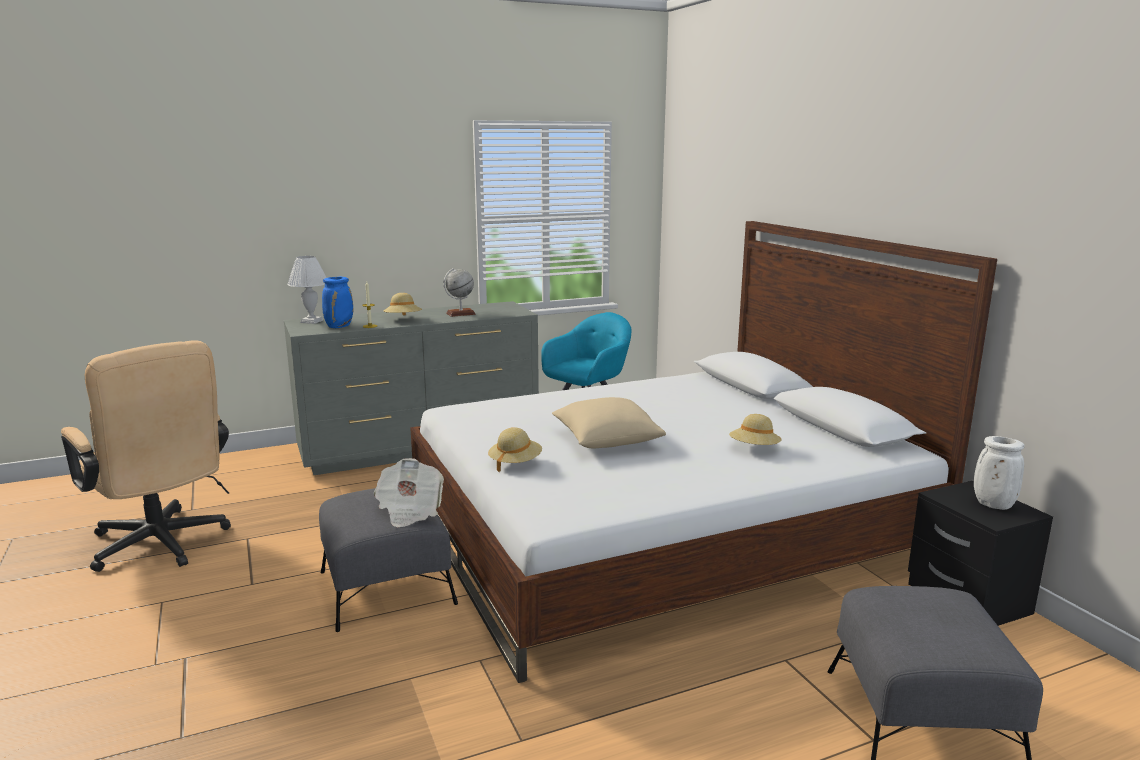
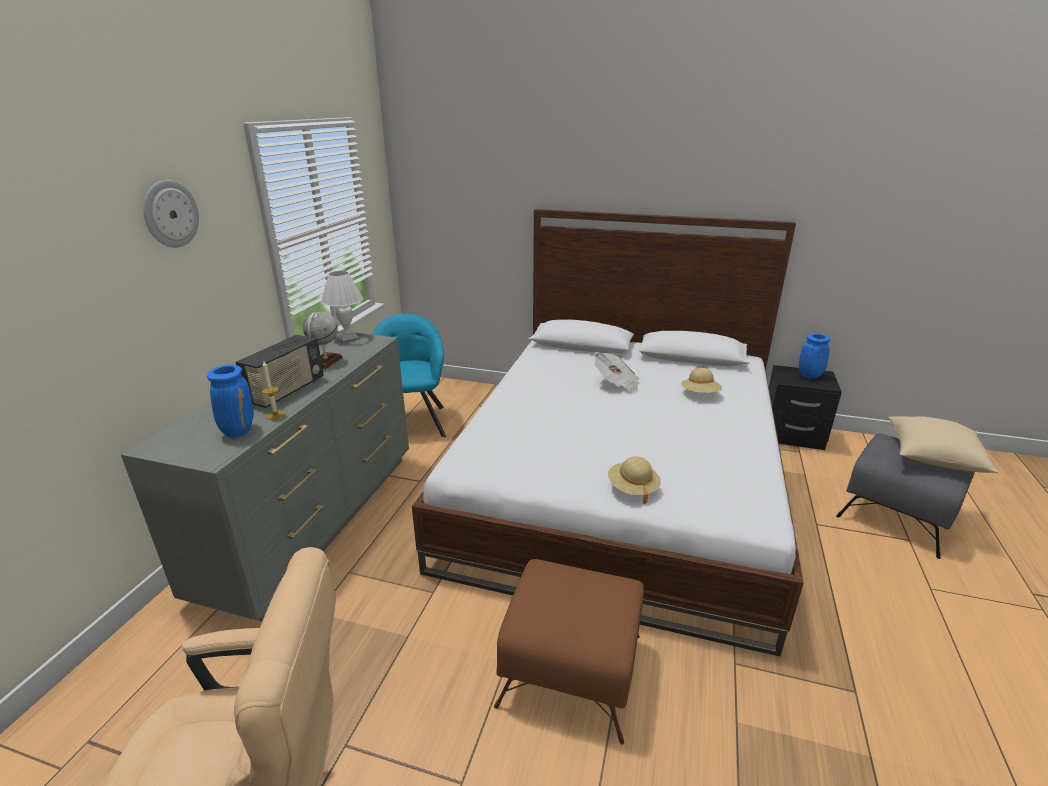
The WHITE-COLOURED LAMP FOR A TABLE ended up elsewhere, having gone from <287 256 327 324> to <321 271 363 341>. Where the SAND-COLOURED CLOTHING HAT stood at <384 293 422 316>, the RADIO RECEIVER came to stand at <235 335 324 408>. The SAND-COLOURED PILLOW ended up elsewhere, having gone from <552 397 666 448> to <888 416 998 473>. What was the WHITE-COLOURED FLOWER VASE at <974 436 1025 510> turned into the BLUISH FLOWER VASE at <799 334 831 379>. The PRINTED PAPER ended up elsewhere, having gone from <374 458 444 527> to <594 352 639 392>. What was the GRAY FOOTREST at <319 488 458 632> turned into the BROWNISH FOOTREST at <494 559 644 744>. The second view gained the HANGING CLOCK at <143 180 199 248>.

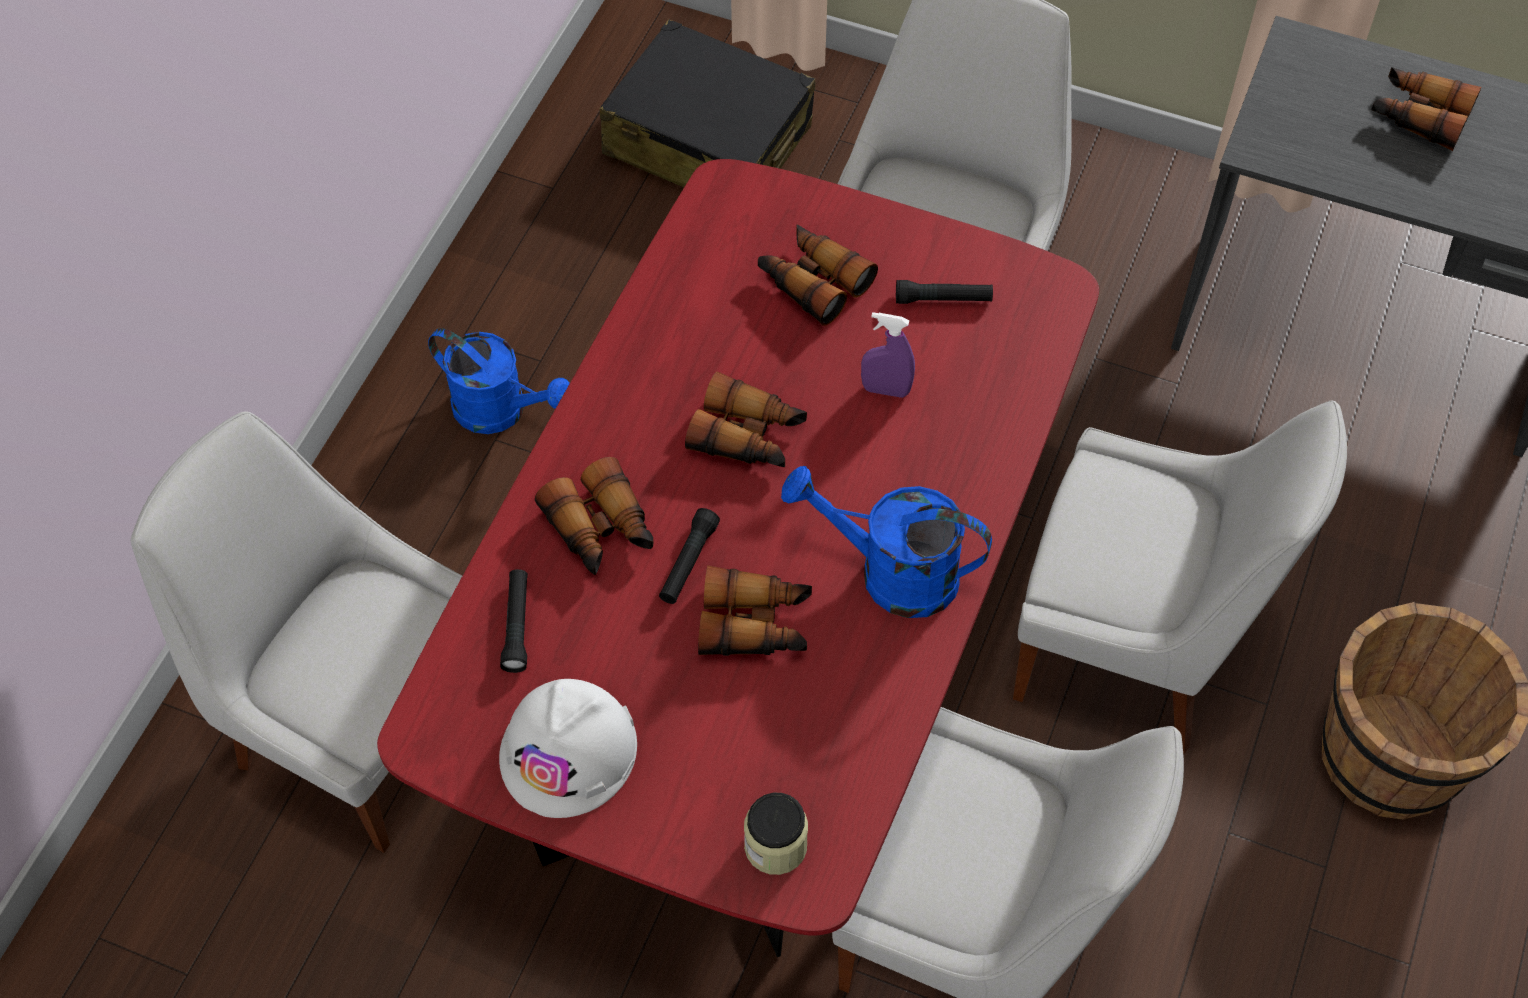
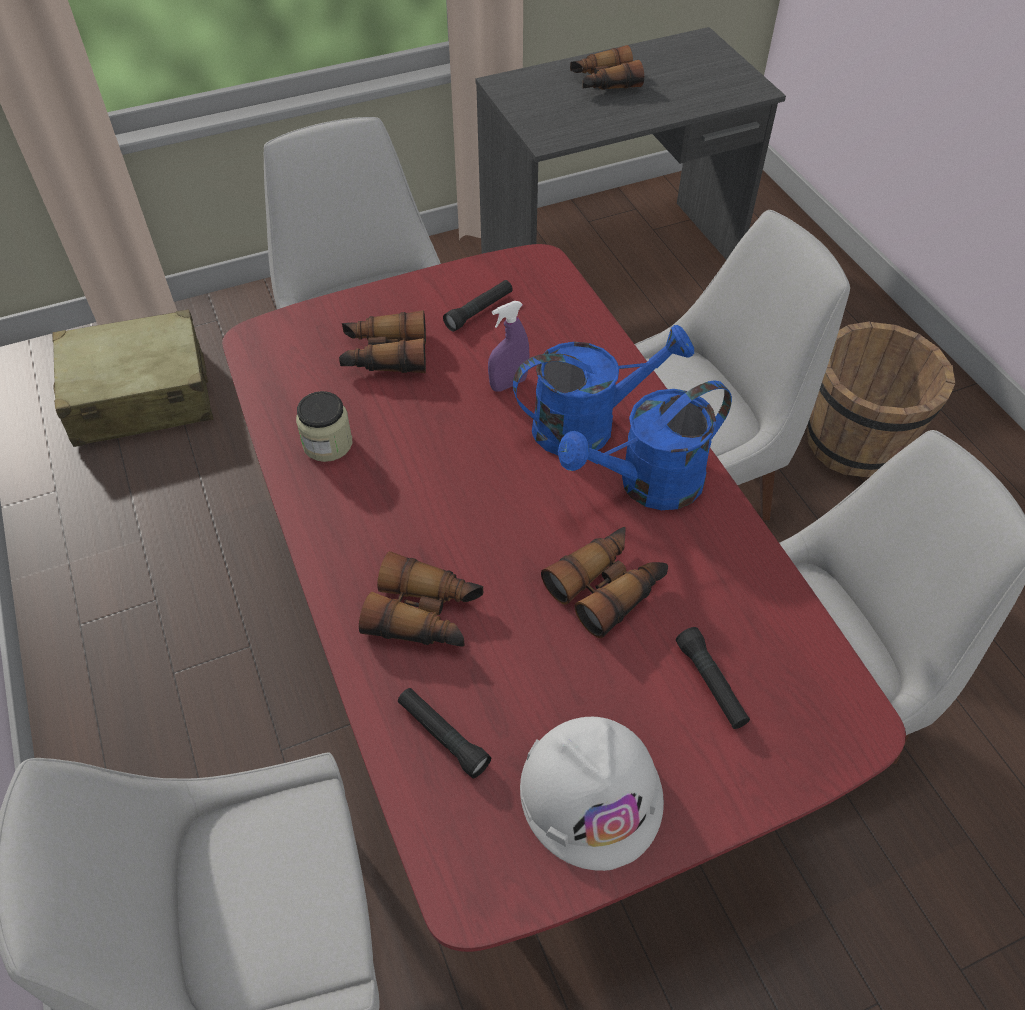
What was the BLACK-COLOURED PIECE OF LUGGAGE at <600 19 815 187> turned into the SAND-COLOURED PIECE OF LUGGAGE at <52 309 213 447>. The BLUISH WATERING CAN ended up elsewhere, having gone from <428 328 570 434> to <513 325 694 455>. The second view lost the BINOCULARS at <685 371 807 467>. The BLACK-COLOURED FLASHLIGHT ended up elsewhere, having gone from <659 508 720 604> to <676 627 750 729>. The STORAGE JAR ended up elsewhere, having gone from <744 793 808 875> to <296 391 352 462>.

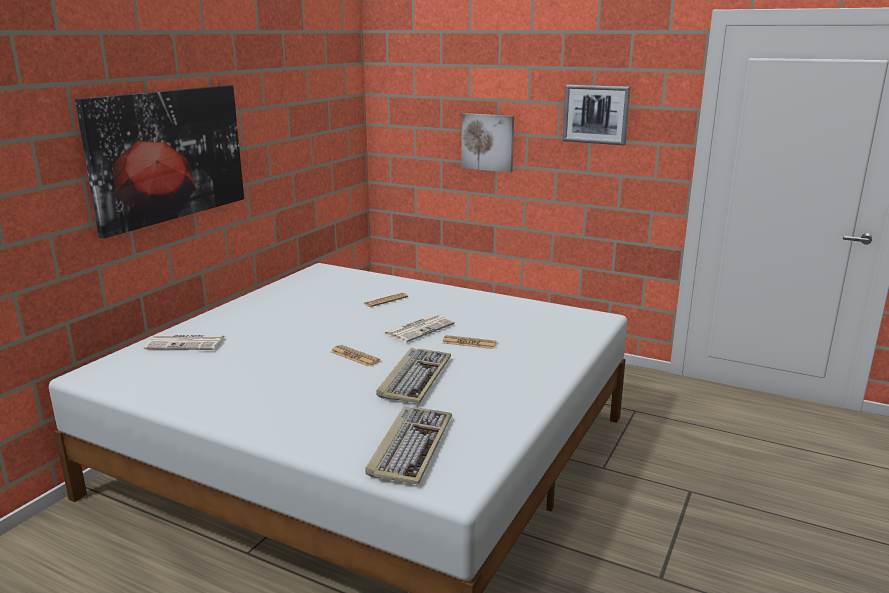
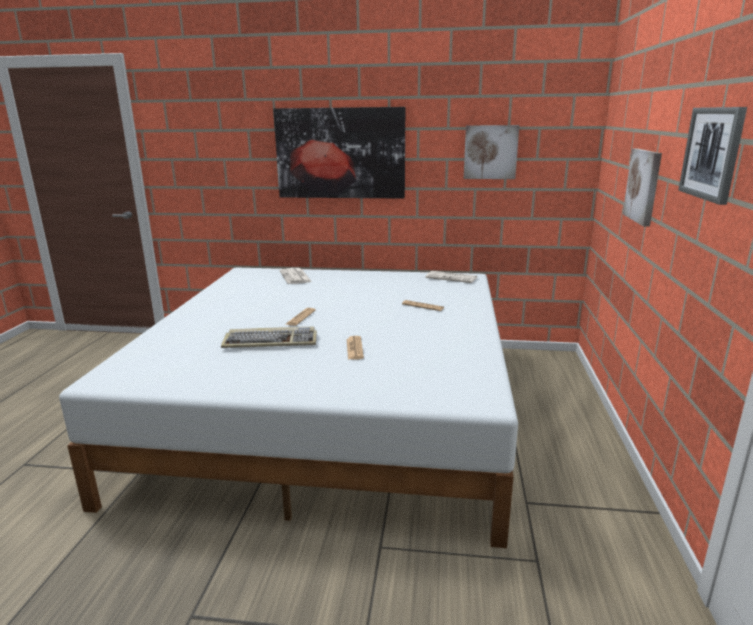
The PRINTED PAPER ended up elsewhere, having gone from <385 314 455 343> to <425 271 477 283>. The second view lost the COMPUTER KEYBOARD at <365 406 452 485>. The second view gained the PICTURE at <464 125 519 179>.

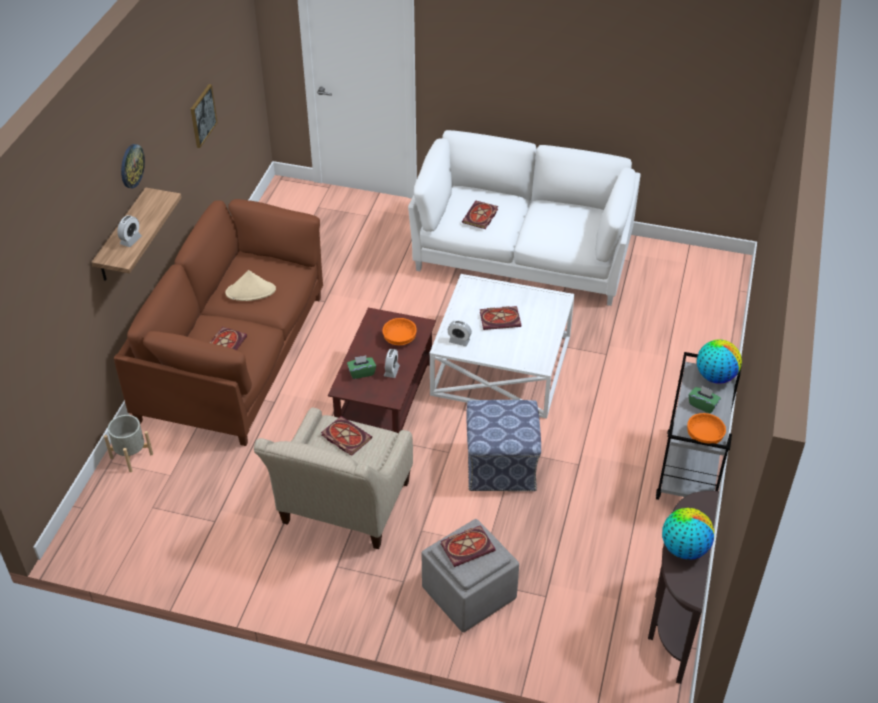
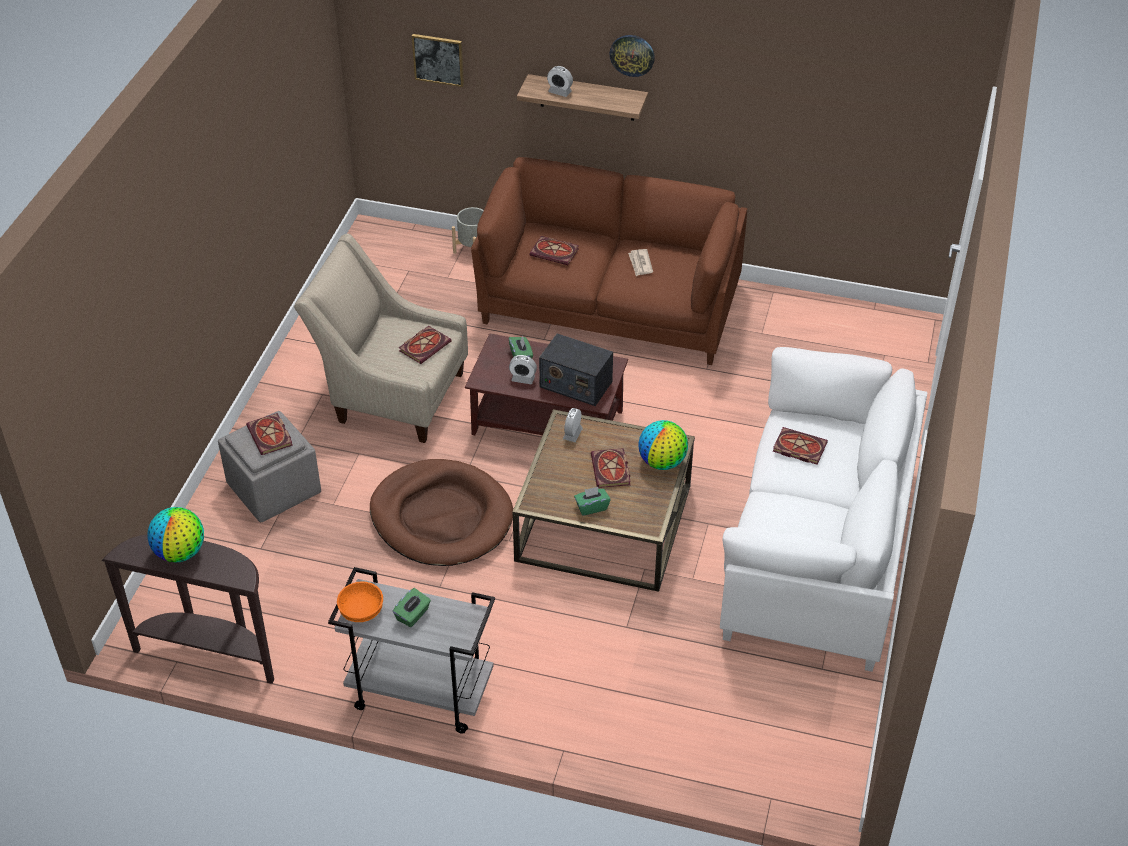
The PICTURE ended up elsewhere, having gone from <191 84 218 148> to <412 34 464 87>. Where the SAND-COLOURED CLOTHING HAT stood at <225 270 276 301>, the PRINTED PAPER came to stand at <628 249 653 276>. What was the WHITE-COLOURED LOUNGE TABLE at <429 274 575 419> turned into the BROWNISH LOUNGE TABLE at <512 409 695 592>. Where the ORANGE SERVING BOWL stood at <383 318 417 345>, the RADIO RECEIVER came to stand at <539 333 613 406>. The GLOBE ended up elsewhere, having gone from <697 339 742 384> to <639 420 688 470>. Where the FOOTREST stood at <467 400 541 491>, the BROWNISH PET BED came to stand at <370 459 513 566>. The second view gained the GREEN BOX OF TISSUES at <574 487 610 515>.

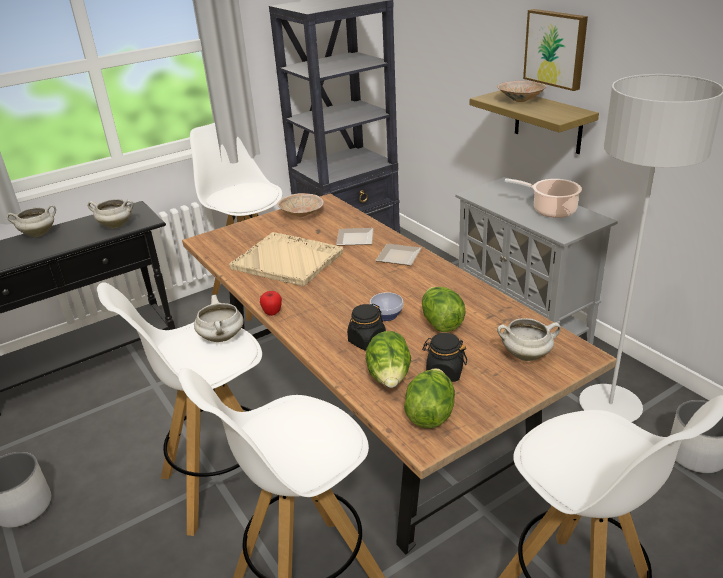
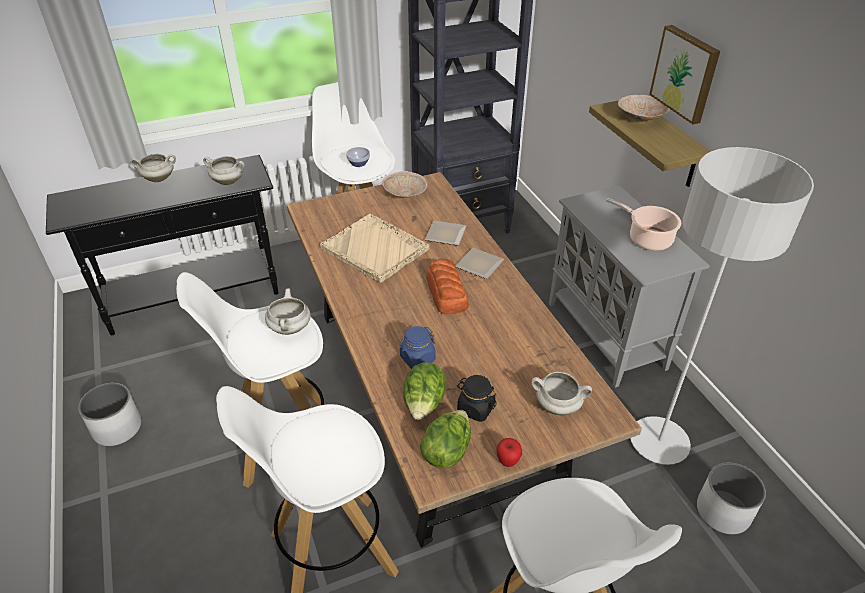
The second view lost the LETTUCE HEAD at <422 287 465 332>. The APPLE ended up elsewhere, having gone from <260 291 282 316> to <496 438 522 467>. The SERVING BOWL ended up elsewhere, having gone from <370 292 404 321> to <346 147 370 167>. What was the BLACK-COLOURED STORAGE JAR at <347 304 386 350> turned into the BLUISH STORAGE JAR at <399 326 436 369>. The second view gained the BAKED BREAD at <426 259 469 315>.

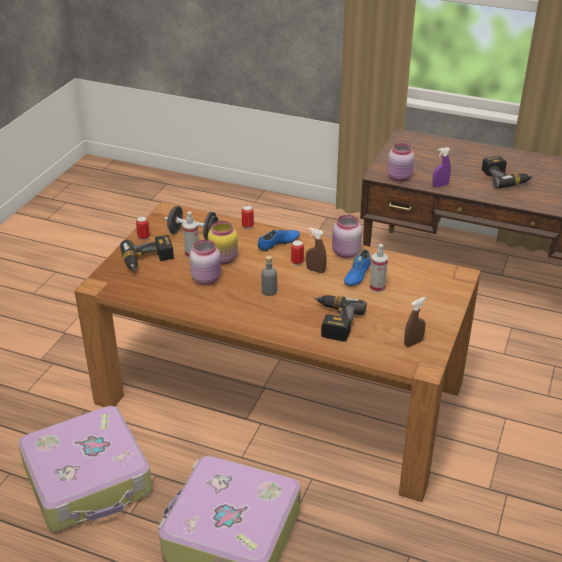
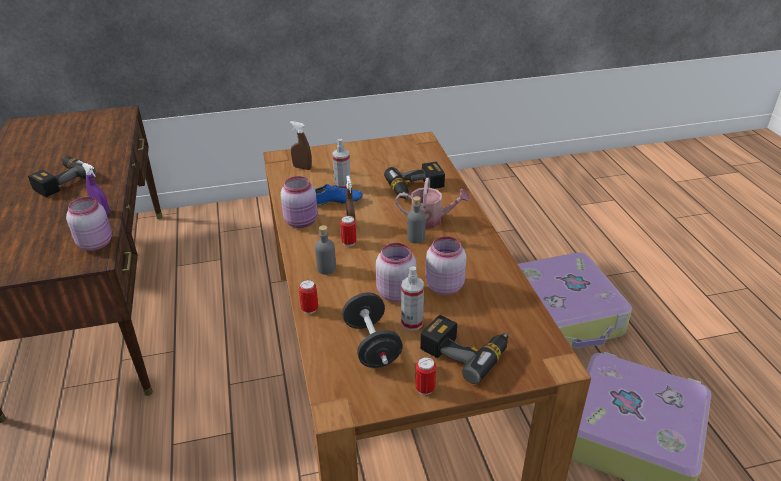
What was the YELLOW STORAGE JAR at <208 221 238 265> turned into the PINKISH STORAGE JAR at <376 243 416 302>. Where the BLUISH LOW SHOE stood at <258 230 300 252>, the GRAY BOTTLE came to stand at <315 225 336 275>. The BROWNISH SPRAY BOTTLE ended up elsewhere, having gone from <404 297 426 347> to <290 121 312 170>. The second view gained the WATERING CAN at <395 178 470 229>.

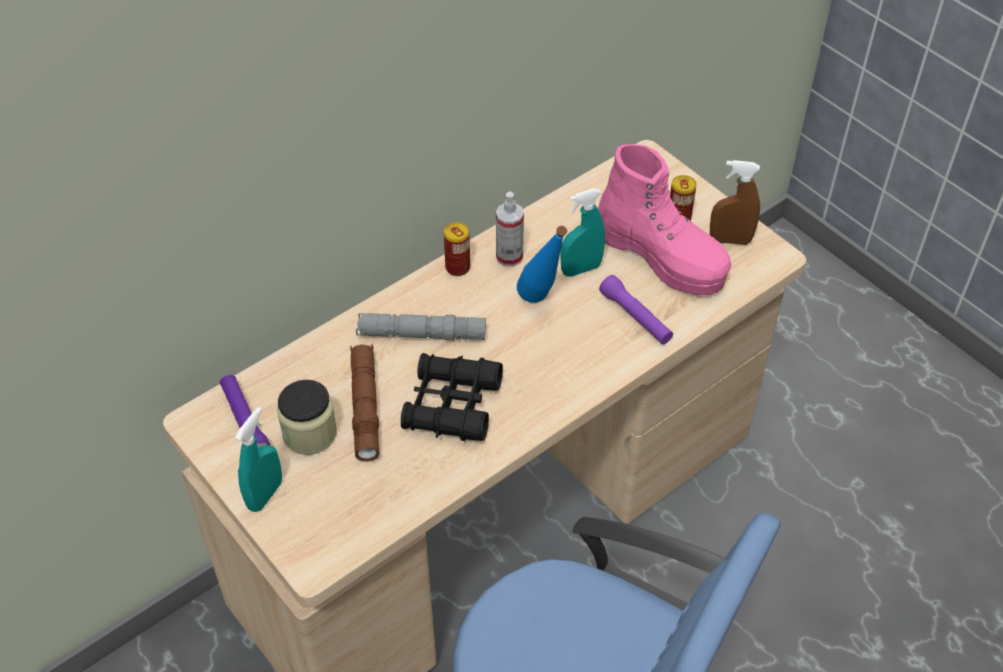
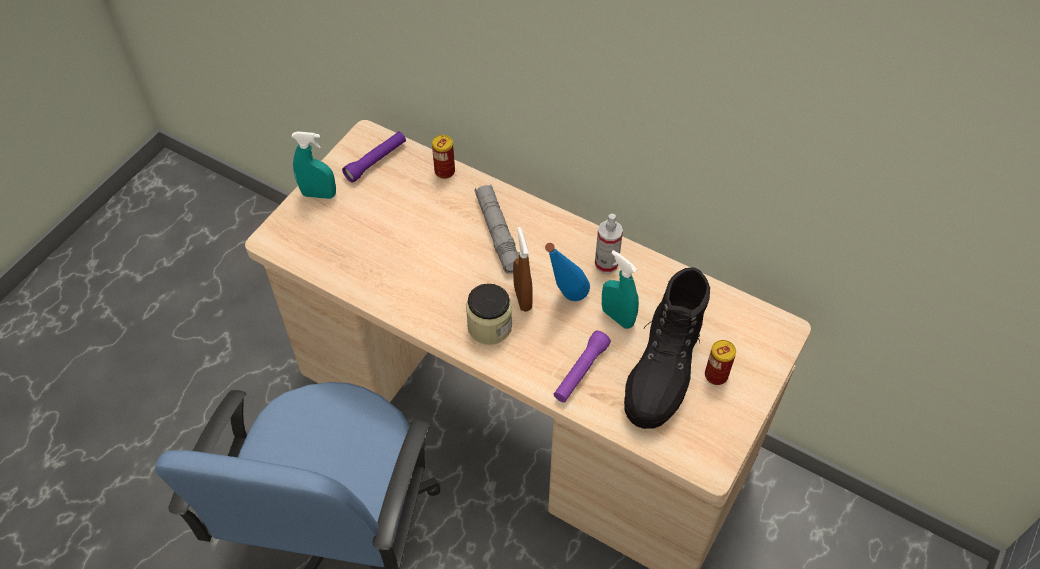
What was the PINKISH TALL BOOT at <598 144 731 295> turned into the BLACK-COLOURED TALL BOOT at <624 267 710 429>. The BROWNISH SPRAY BOTTLE ended up elsewhere, having gone from <710 160 760 245> to <513 227 533 312>. The CAN ended up elsewhere, having gone from <444 222 470 276> to <432 135 455 179>. The second view lost the BROWNISH FLASHLIGHT at <350 344 379 462>. The second view lost the BLACK-COLOURED BINOCULARS at <401 353 503 441>. The STORAGE JAR ended up elsewhere, having gone from <277 380 337 455> to <466 283 512 345>.

